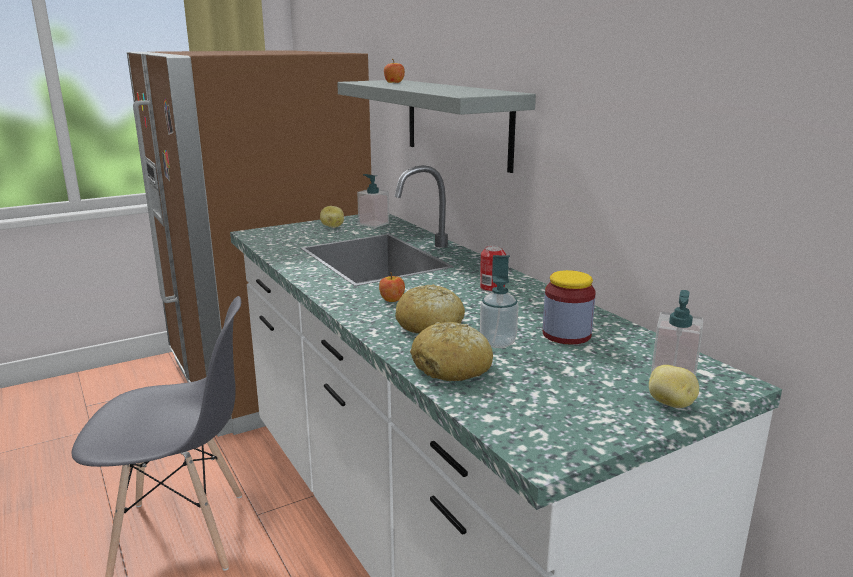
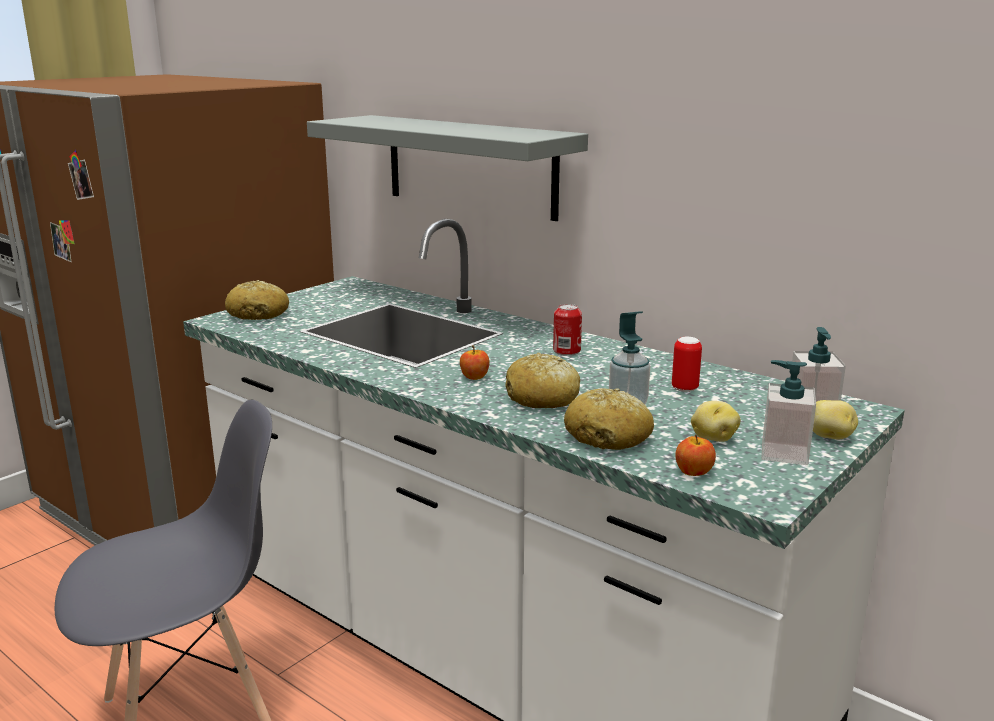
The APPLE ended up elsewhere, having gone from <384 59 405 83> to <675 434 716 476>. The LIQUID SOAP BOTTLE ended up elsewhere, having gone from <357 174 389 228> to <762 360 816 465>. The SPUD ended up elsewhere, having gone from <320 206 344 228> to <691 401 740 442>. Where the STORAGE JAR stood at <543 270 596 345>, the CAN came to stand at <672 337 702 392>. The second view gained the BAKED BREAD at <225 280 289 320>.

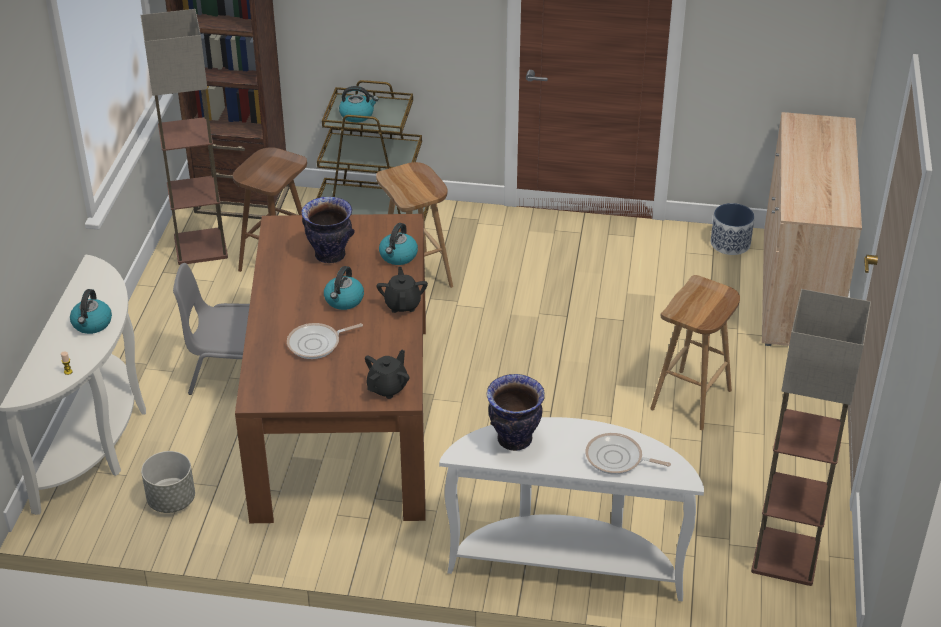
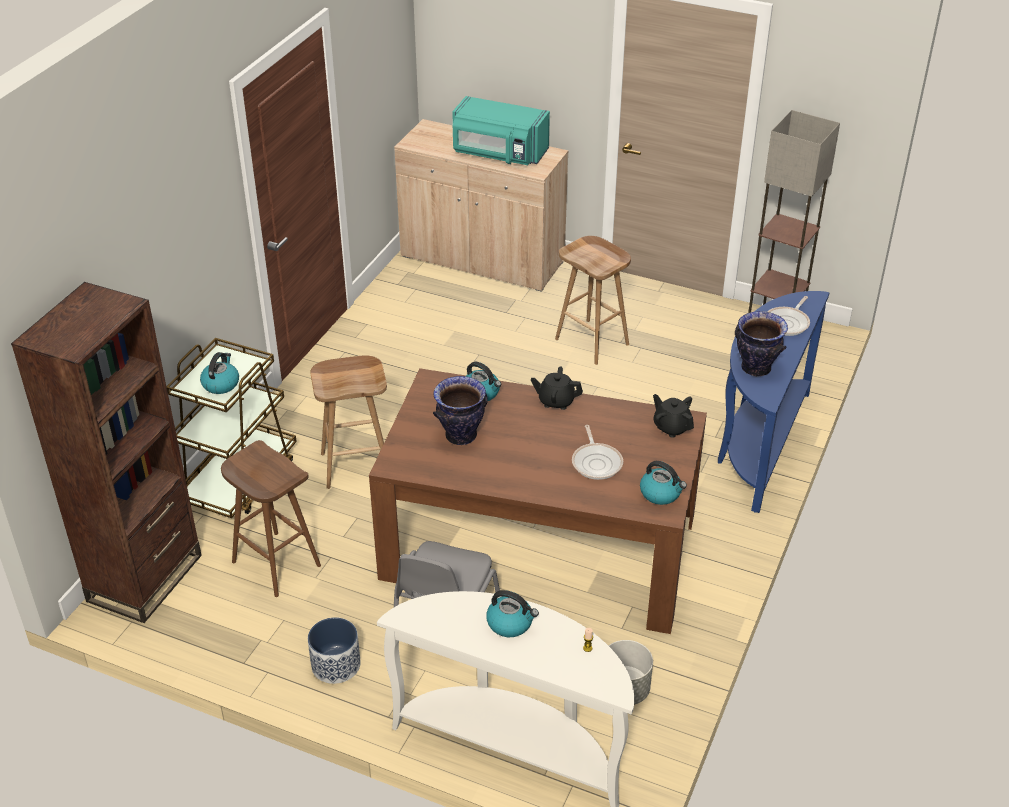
The second view lost the STANDING LAMP at <141 9 228 265>. The PLANTER ended up elsewhere, having gone from <711 203 755 255> to <308 617 361 684>. The KETTLE ended up elsewhere, having gone from <324 266 364 310> to <640 461 687 505>. What was the WHITE-COLOURED HALL TABLE at <439 417 704 601> turned into the BLUISH HALL TABLE at <718 291 830 513>. The second view gained the TURQUOISE-COLOURED MICROWAVE OVEN at <452 96 550 165>.

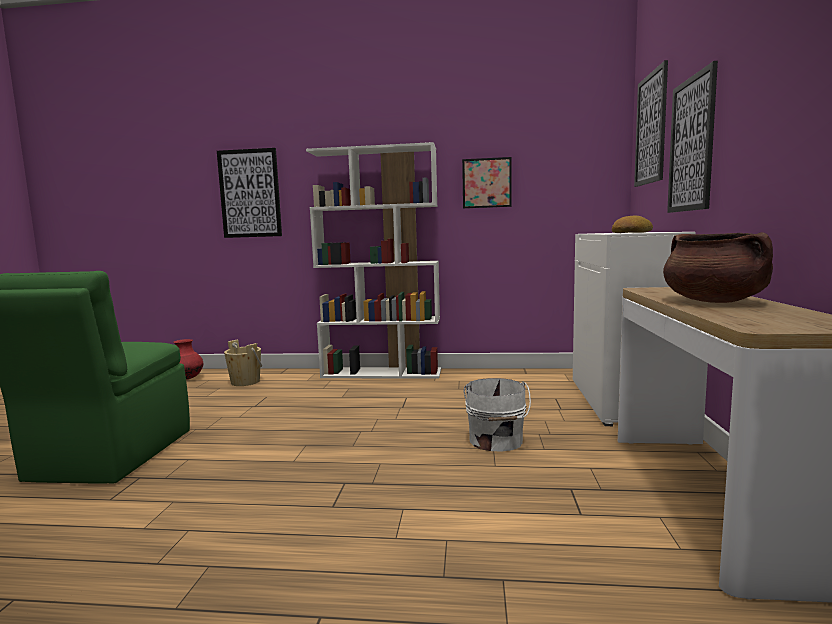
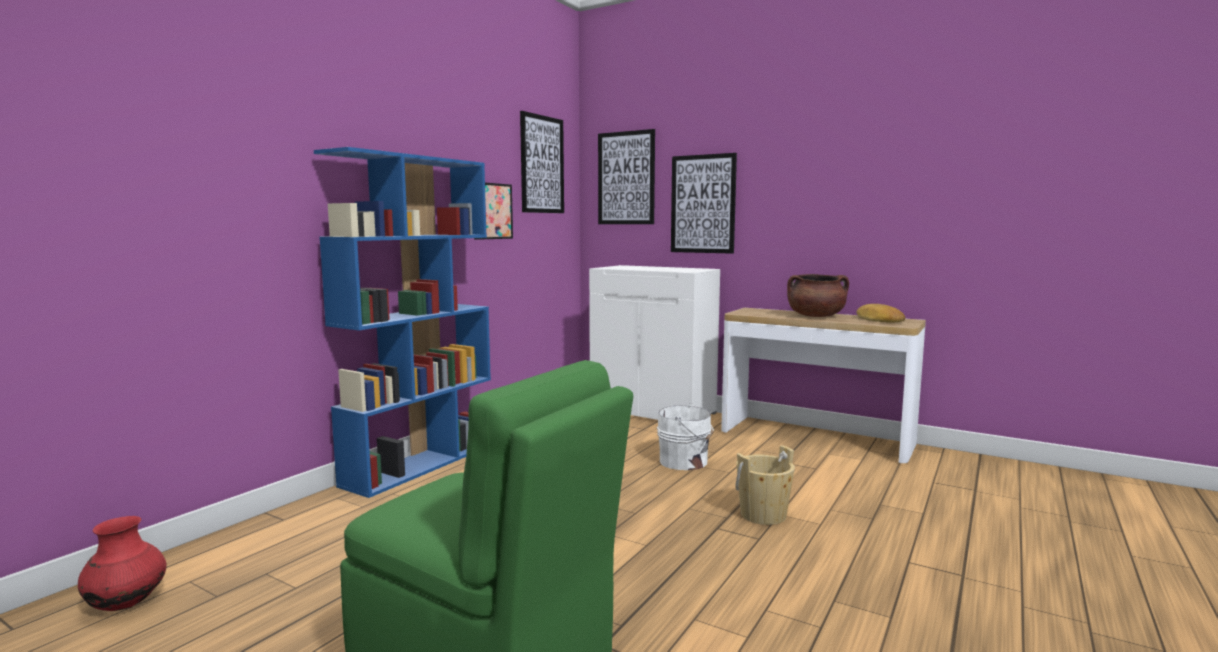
What was the WHITE-COLOURED BOOKCASE at <306 142 441 379> turned into the BLUISH BOOKCASE at <314 147 491 498>. The PICTURE ended up elsewhere, having gone from <217 148 282 238> to <520 111 564 213>. The BAKED BREAD ended up elsewhere, having gone from <612 216 653 233> to <857 304 905 322>. The SAND-COLOURED PAIL ended up elsewhere, having gone from <224 340 262 386> to <735 445 795 525>.

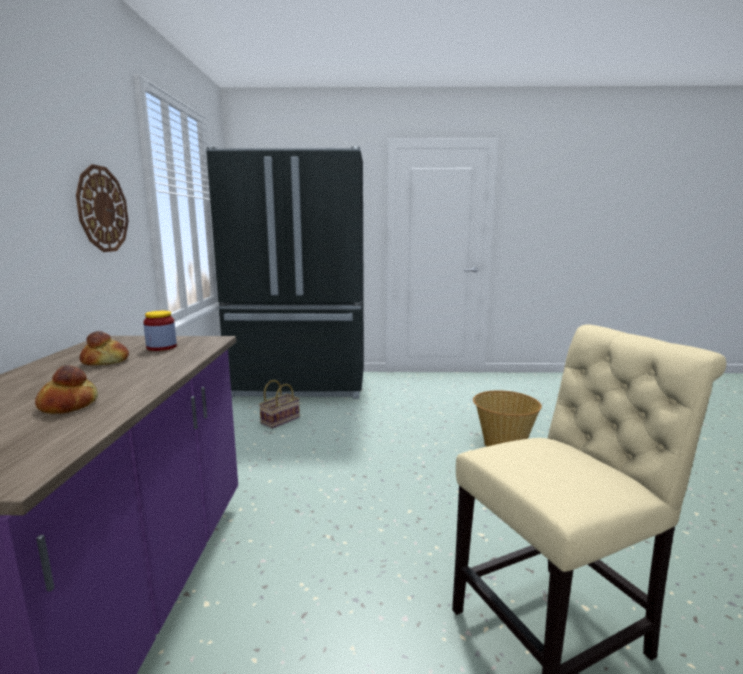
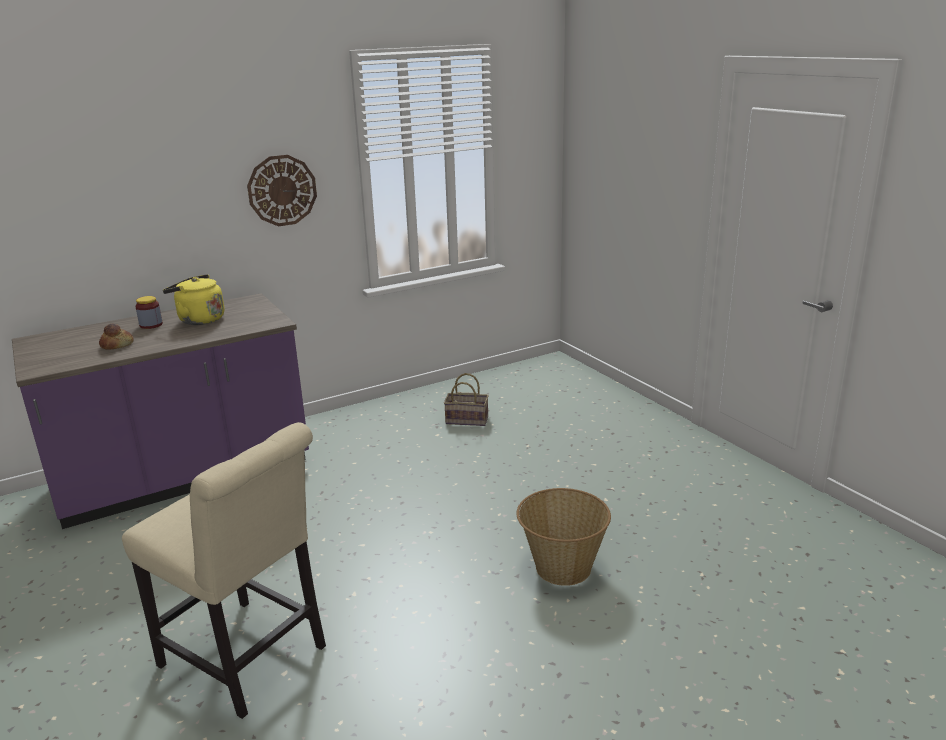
The second view lost the BLACK-COLOURED REFRIGERATOR at <206 146 364 399>. The STORAGE JAR ended up elsewhere, having gone from <143 311 177 351> to <135 296 163 329>. Where the BAKED BREAD stood at <80 331 129 365>, the YELLOW KETTLE came to stand at <163 274 224 325>.

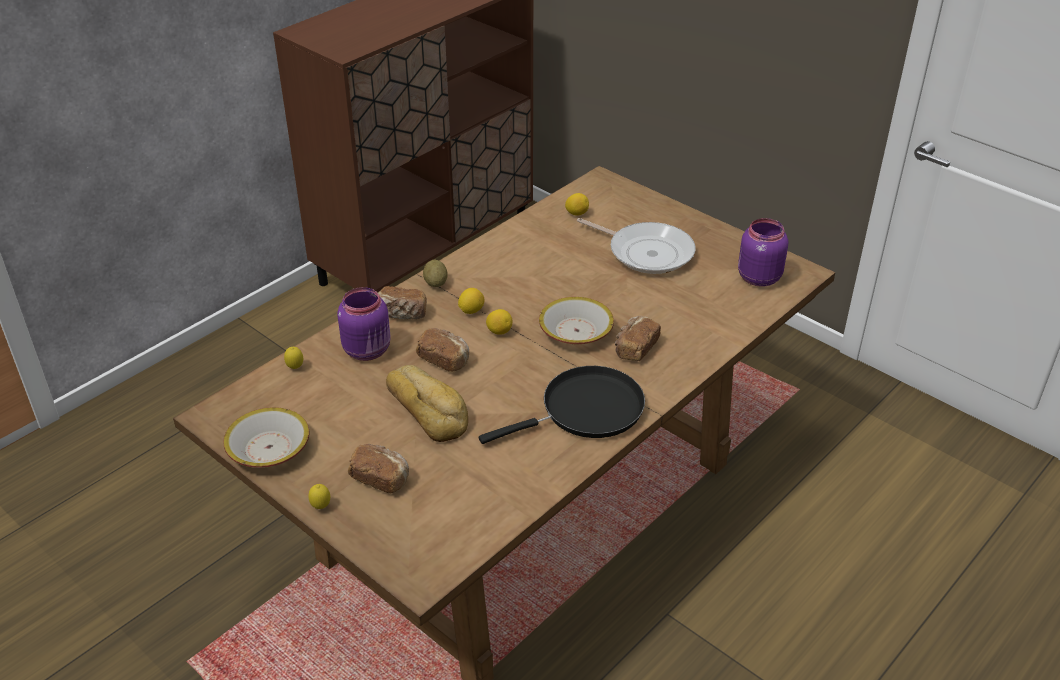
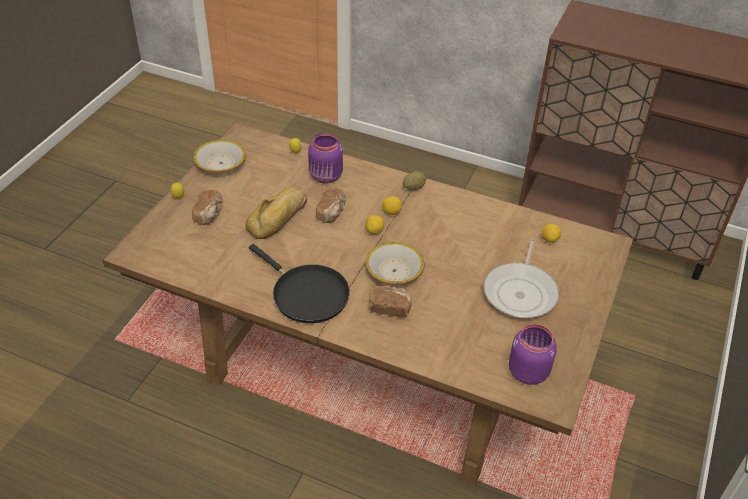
The second view lost the BAKED BREAD at <378 286 427 320>.

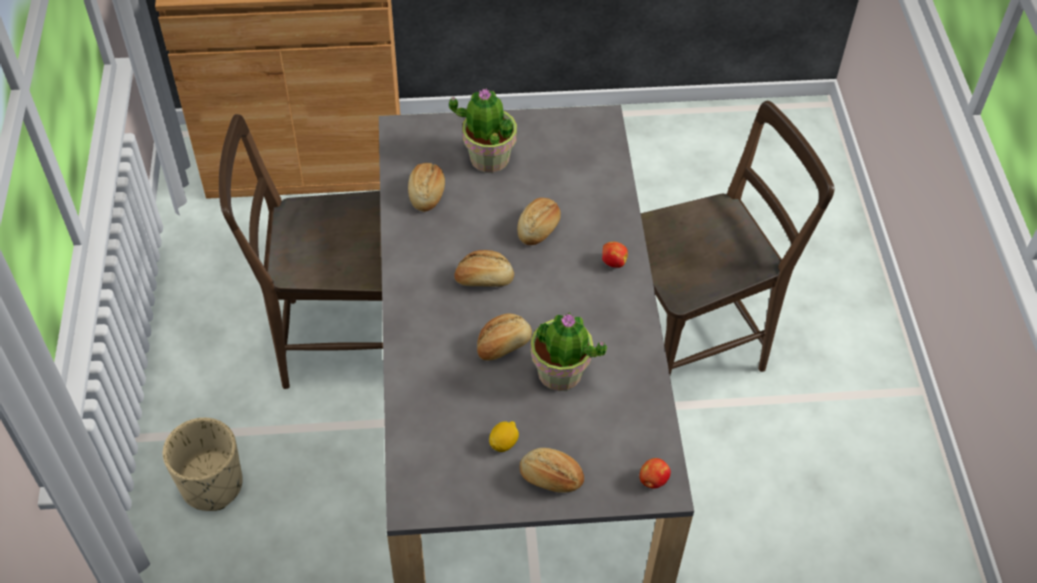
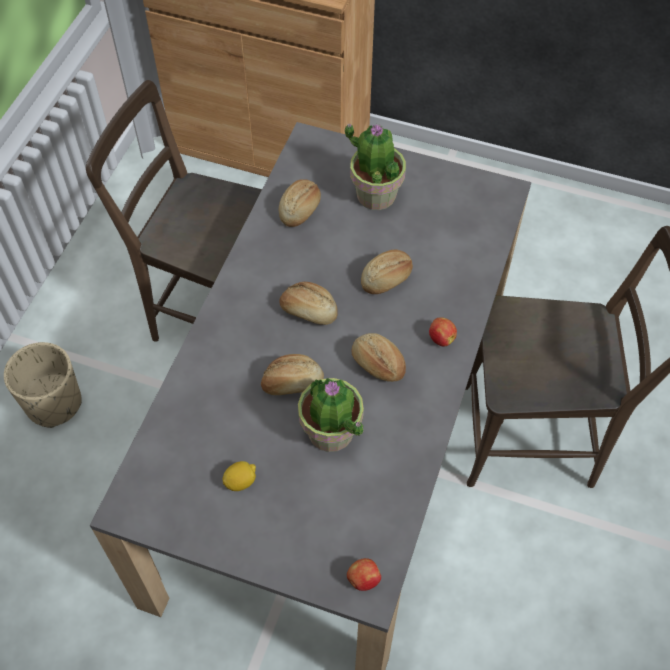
The BAKED BREAD ended up elsewhere, having gone from <520 448 584 493> to <351 333 406 382>.

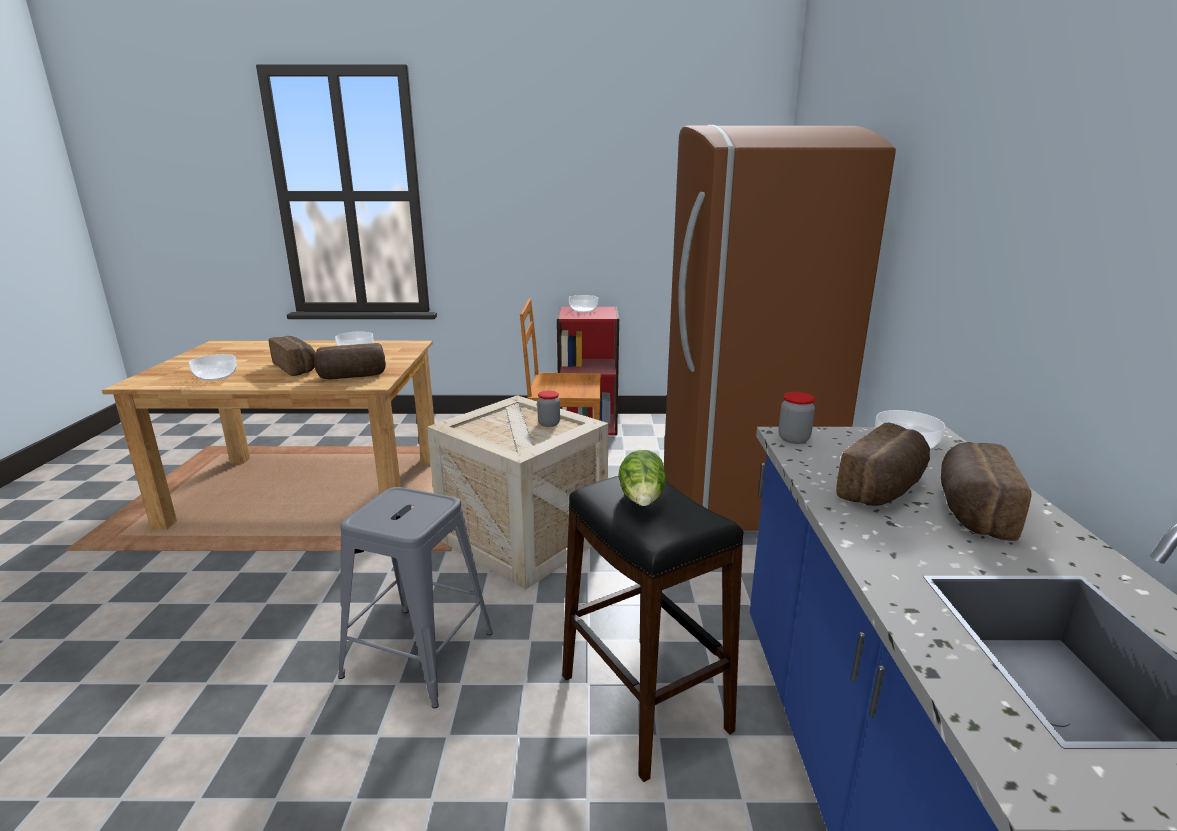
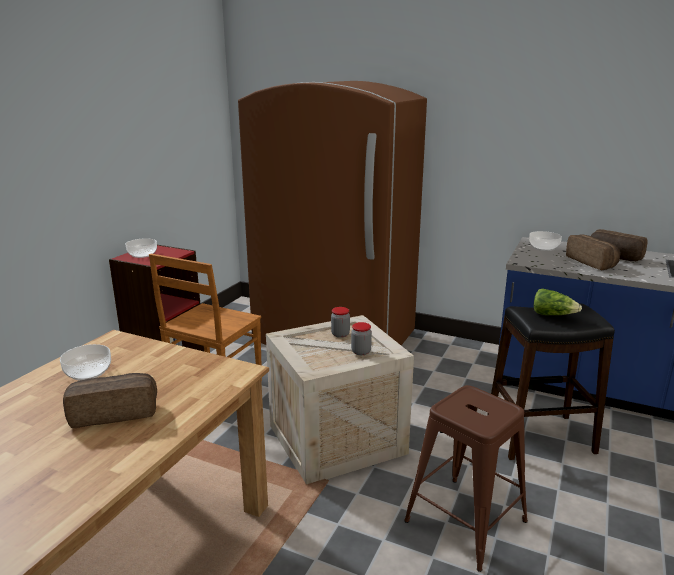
The second view lost the BAKED BREAD at <314 343 386 379>. The second view lost the SERVING BOWL at <189 354 237 381>. The STORAGE JAR ended up elsewhere, having gone from <778 392 815 444> to <351 322 372 355>. What was the GRAY STOOL at <338 487 493 708> turned into the BROWNISH STOOL at <404 385 528 572>.

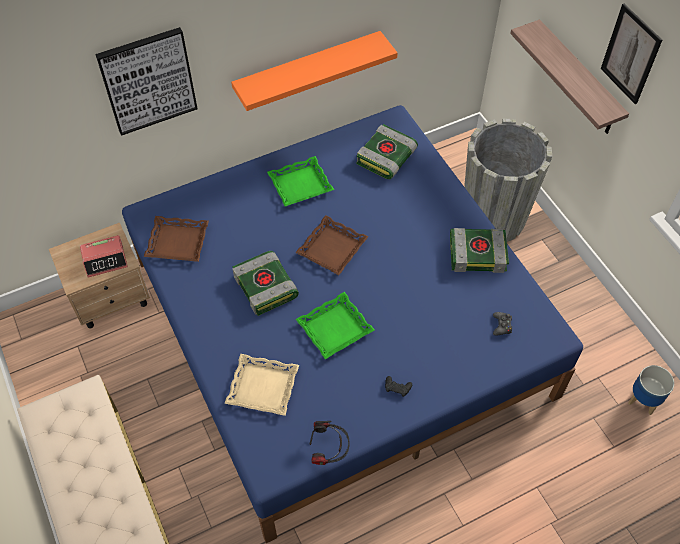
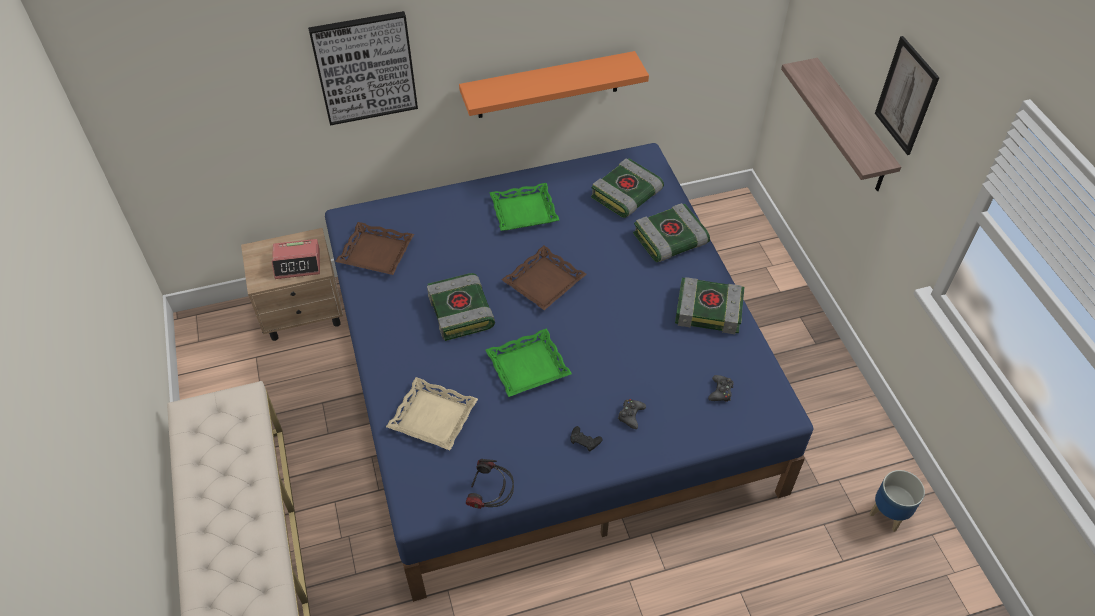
The second view lost the GRAY PLANTER at <464 118 552 242>. The second view gained the BOUND BOOK at <633 203 710 262>. The second view gained the BLACK-COLOURED JOYPAD at <618 399 646 429>.

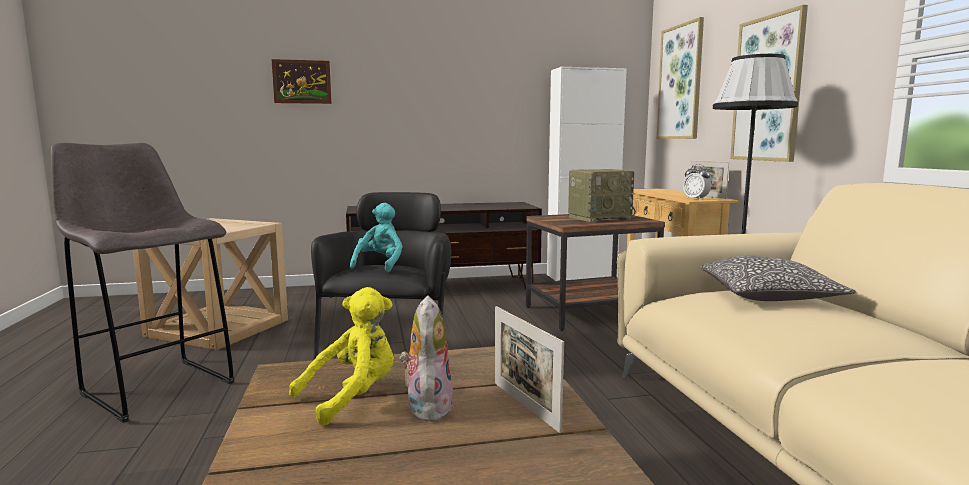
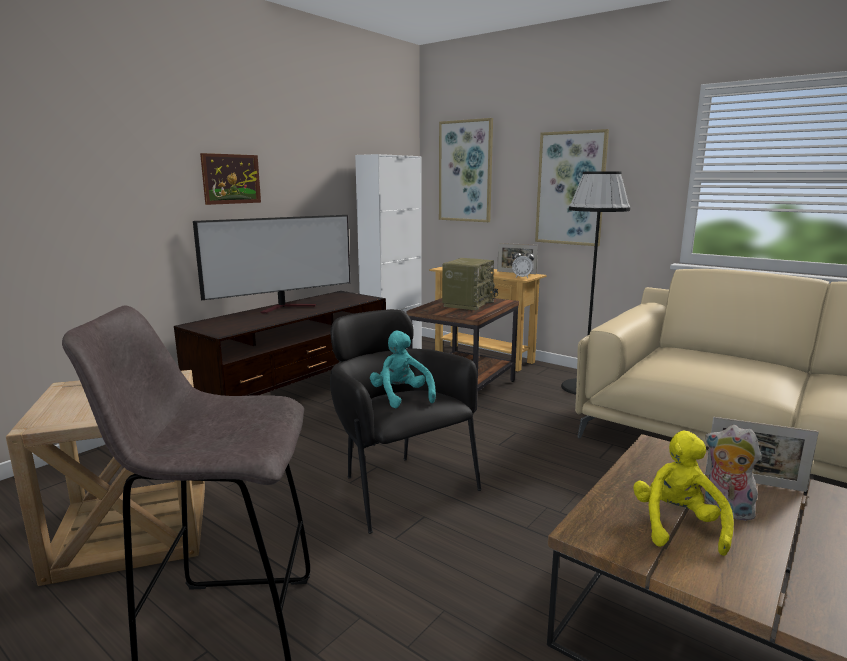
The PICTURE ended up elsewhere, having gone from <271 59 332 104> to <200 153 261 205>. The second view lost the PILLOW at <701 256 856 301>. The second view gained the TELEVISION at <193 215 350 314>.

